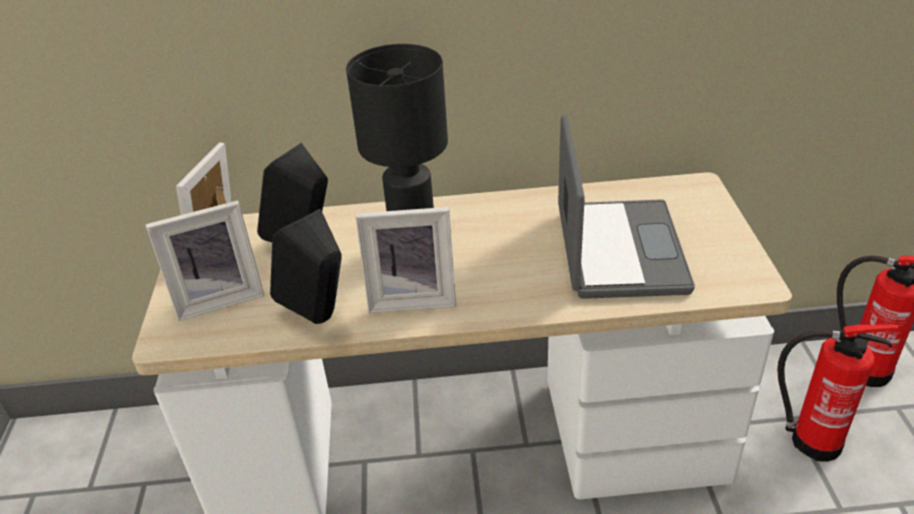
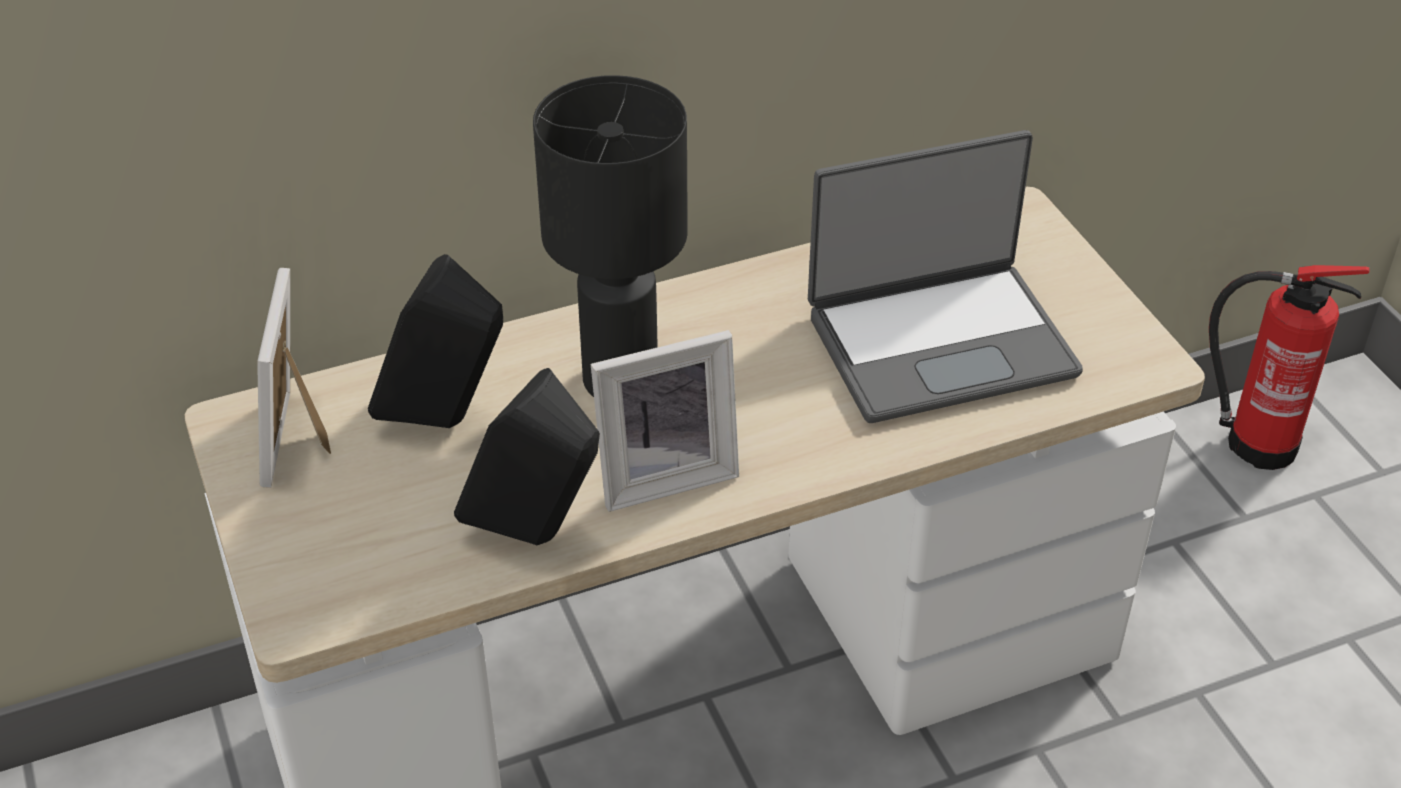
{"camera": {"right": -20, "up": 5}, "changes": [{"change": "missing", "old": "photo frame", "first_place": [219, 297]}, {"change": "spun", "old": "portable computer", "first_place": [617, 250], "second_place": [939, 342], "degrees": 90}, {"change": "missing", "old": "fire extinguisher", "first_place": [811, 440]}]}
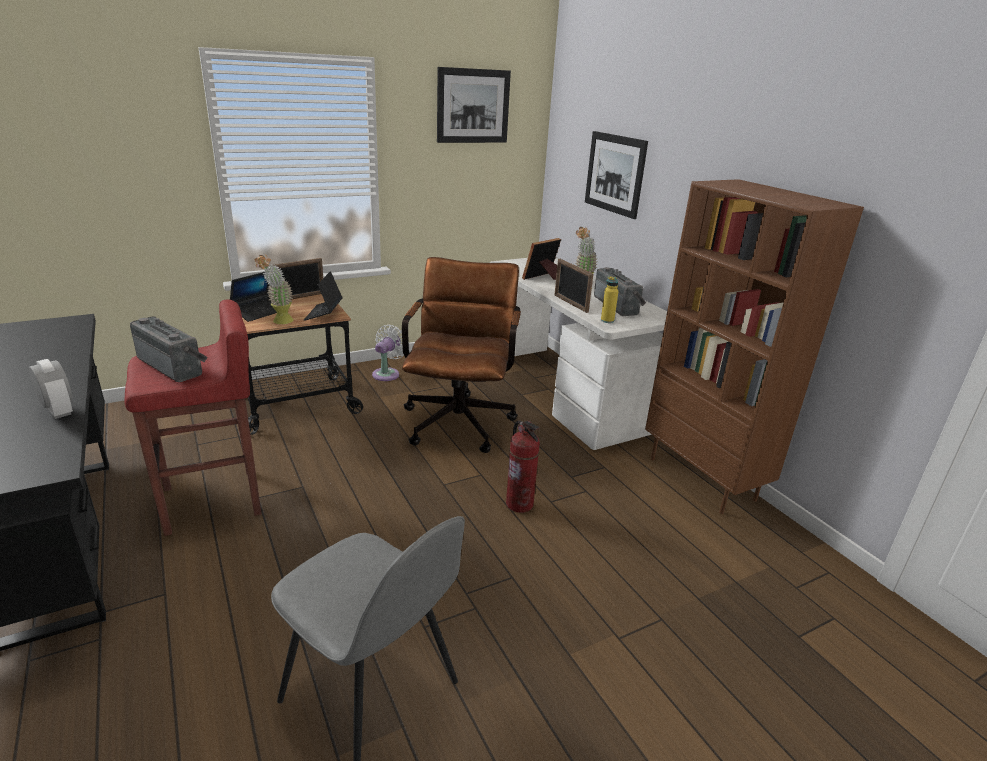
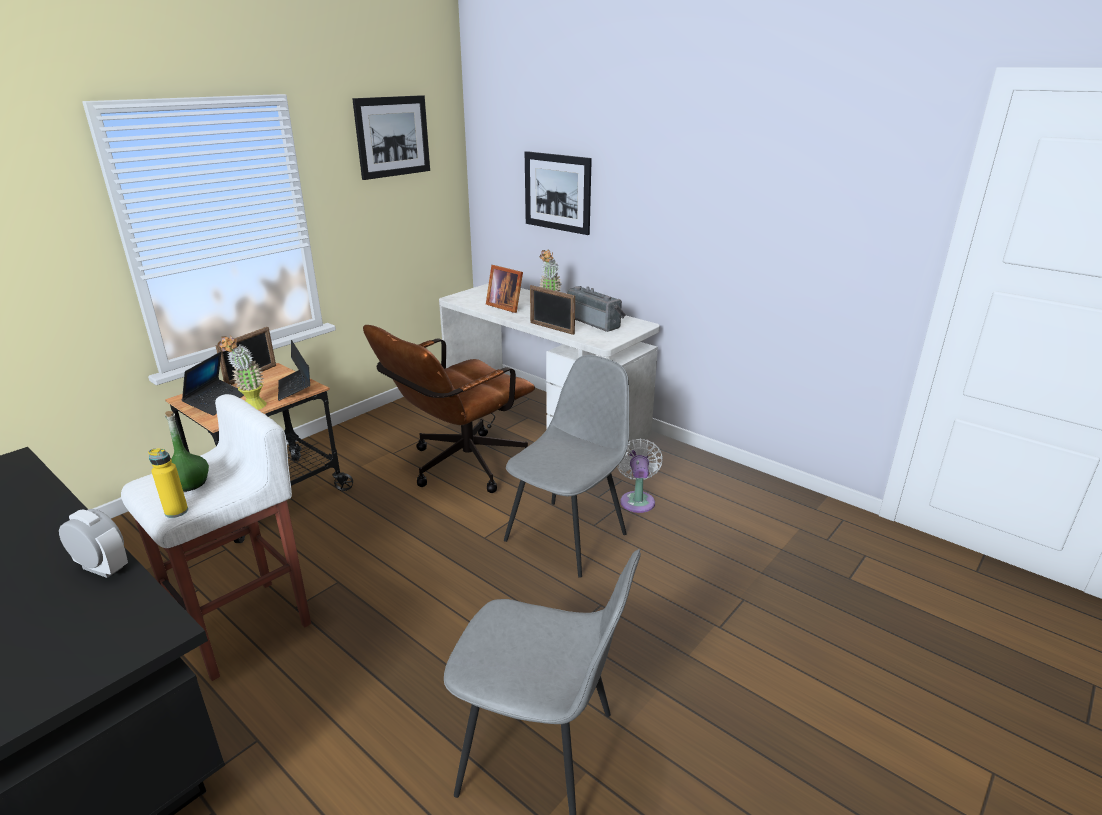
{"camera": {"right": -20, "up": 0}, "changes": [{"change": "colour", "old": "reddish stool", "new": "white-coloured stool", "first_place": [214, 501], "second_place": [246, 627]}, {"change": "exchanged", "old": "radio receiver", "new": "green bottle", "first_place": [174, 365], "second_place": [189, 483]}, {"change": "relocated", "old": "white-coloured cooling fan", "first_place": [387, 373], "second_place": [637, 500]}, {"change": "spun", "old": "brown-coloured computer chair", "first_place": [460, 418], "second_place": [459, 467], "degrees": -120}, {"change": "exchanged", "old": "fire extinguisher", "new": "grey plain chair", "first_place": [520, 504], "second_place": [567, 536]}, {"change": "spun", "old": "photo frame", "first_place": [543, 277], "second_place": [505, 306], "degrees": -75}, {"change": "relocated", "old": "yellow bottle", "first_place": [607, 320], "second_place": [176, 511]}, {"change": "missing", "old": "brown-coloured shelving unit", "first_place": [703, 479]}]}
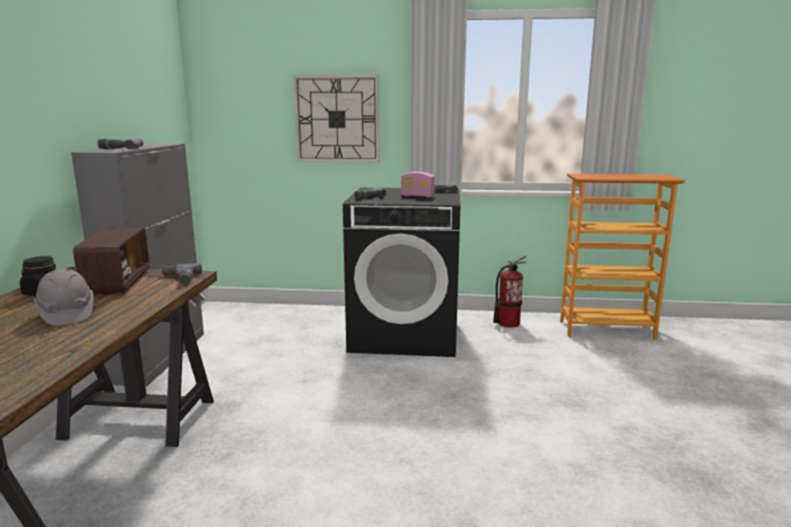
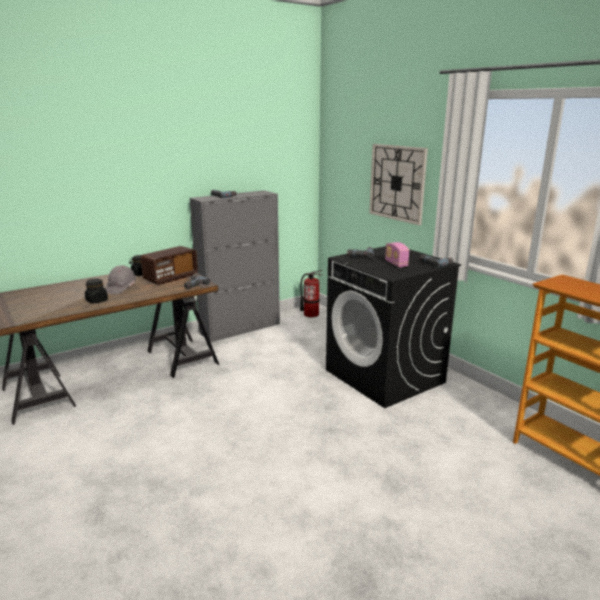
{"camera": {"right": 50, "up": 5}, "changes": [{"change": "relocated", "old": "fire extinguisher", "first_place": [508, 323], "second_place": [311, 314]}, {"change": "appeared", "new": "black-coloured jar", "second_place": [97, 301]}]}
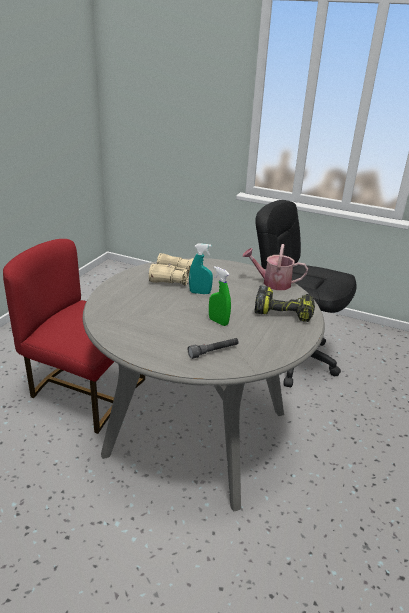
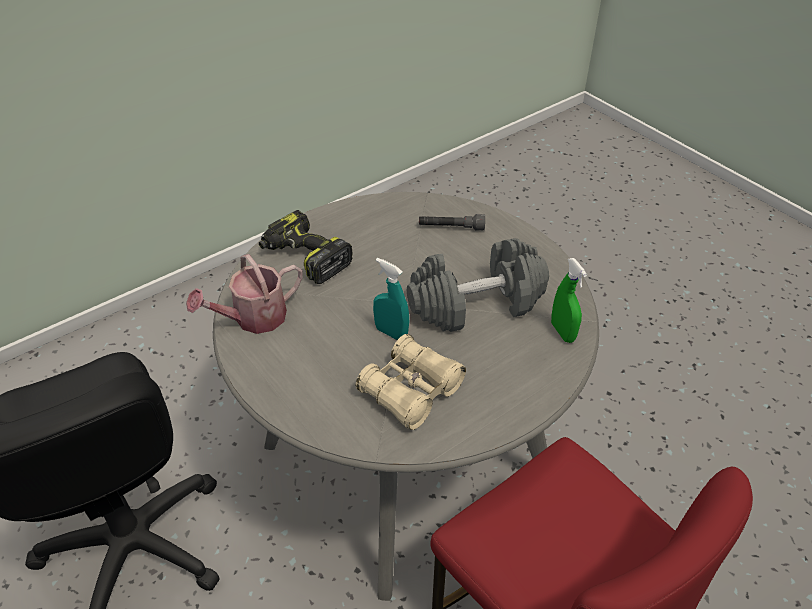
{"camera": {"right": -150, "up": 15}, "changes": [{"change": "relocated", "old": "green sprayer", "first_place": [218, 322], "second_place": [562, 332]}, {"change": "spun", "old": "watering can", "first_place": [272, 283], "second_place": [253, 318], "degrees": 105}, {"change": "appeared", "new": "grey dumbbell", "second_place": [476, 304]}]}
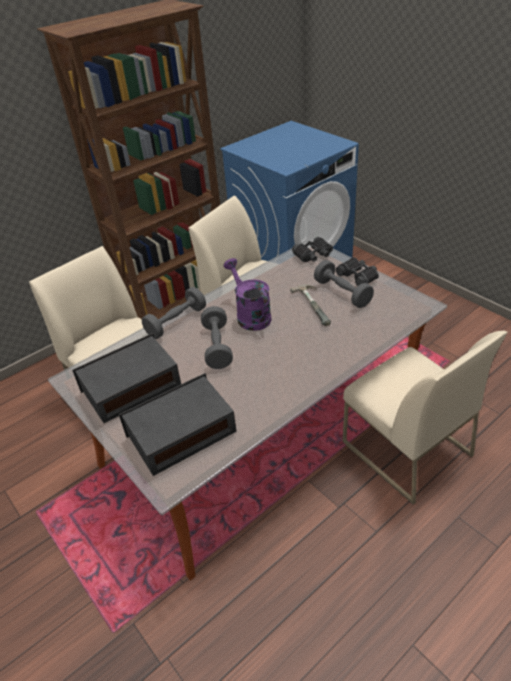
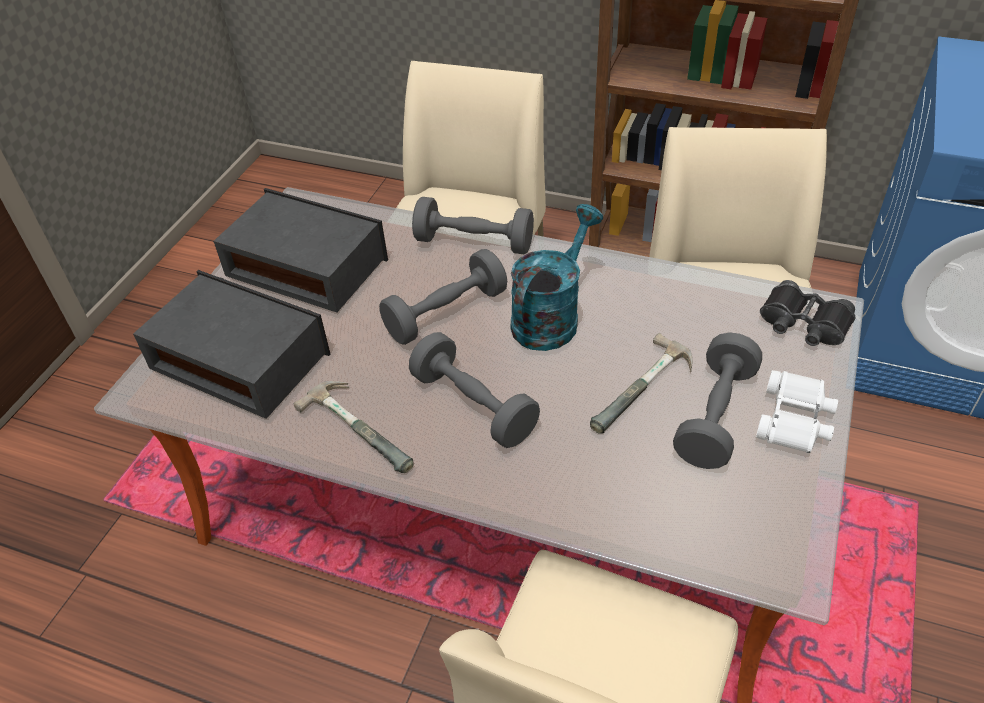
{"camera": {"right": 60, "up": 5}, "changes": [{"change": "colour", "old": "purple-coloured watering can", "new": "turquoise watering can", "first_place": [250, 315], "second_place": [551, 316]}, {"change": "colour", "old": "black-coloured field glasses", "new": "white-coloured field glasses", "first_place": [358, 276], "second_place": [795, 420]}, {"change": "appeared", "new": "hammer", "second_place": [364, 426]}, {"change": "appeared", "new": "grey dumbbell", "second_place": [474, 405]}]}
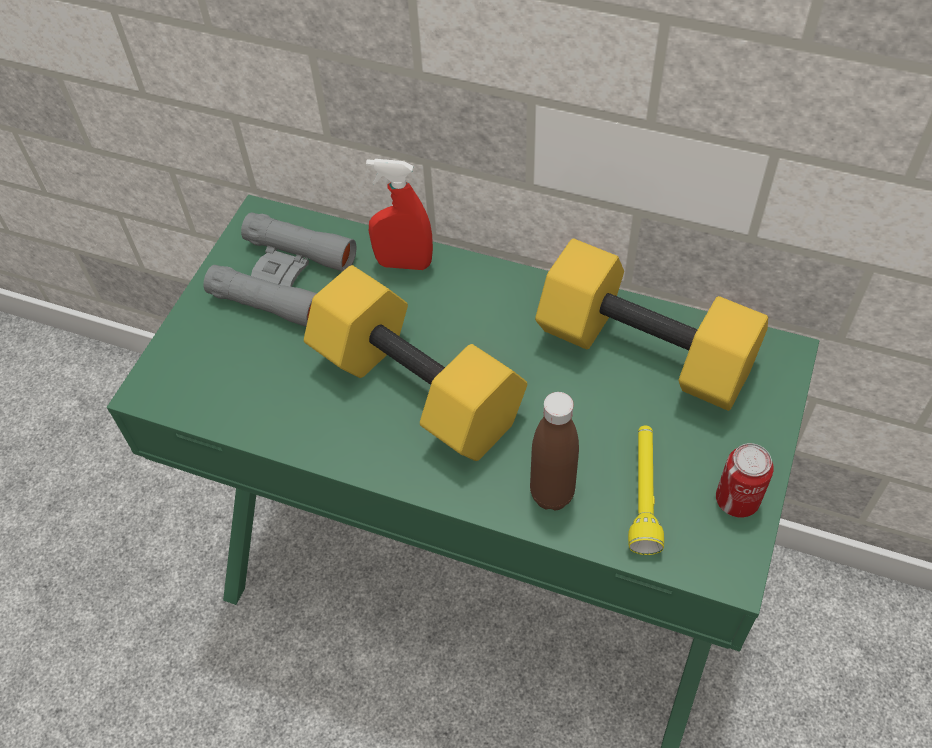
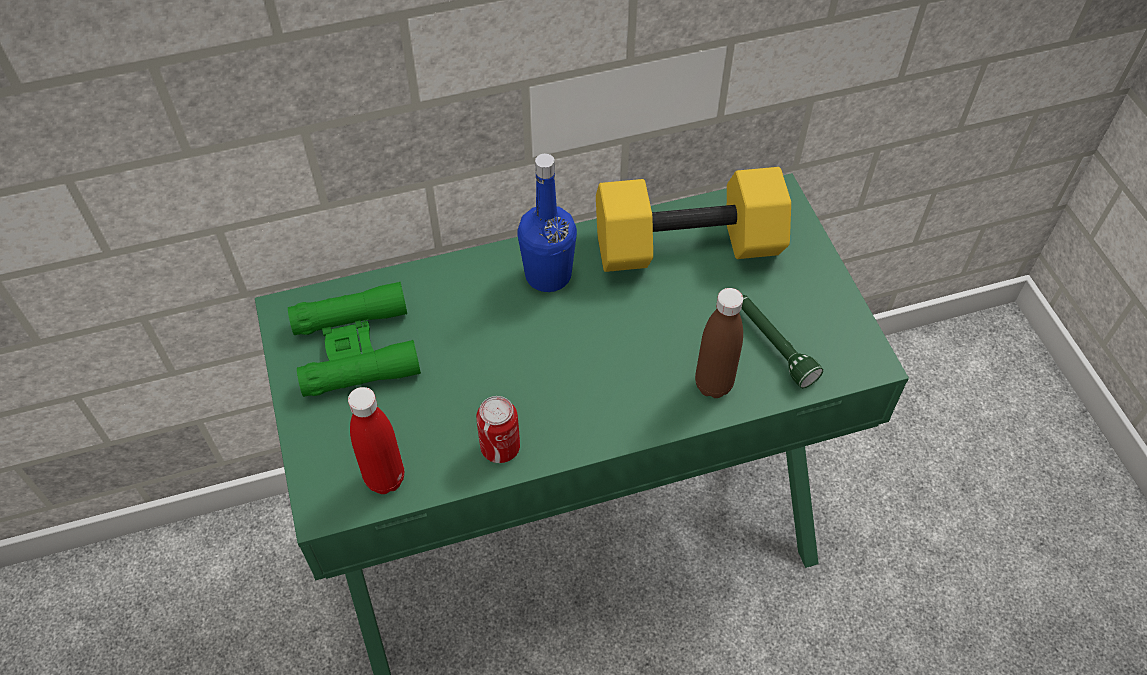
{"camera": {"right": -40, "up": 0}, "changes": [{"change": "colour", "old": "grey field glasses", "new": "green field glasses", "first_place": [283, 278], "second_place": [356, 348]}, {"change": "missing", "old": "yellow dumbbell", "first_place": [413, 389]}, {"change": "missing", "old": "reddish sprayer", "first_place": [404, 263]}, {"change": "colour", "old": "yellow hand torch", "new": "green hand torch", "first_place": [644, 494], "second_place": [773, 345]}, {"change": "relocated", "old": "metal can", "first_place": [737, 500], "second_place": [500, 447]}, {"change": "appeared", "new": "reddish bottle", "second_place": [385, 478]}, {"change": "appeared", "new": "blue bottle", "second_place": [548, 275]}]}
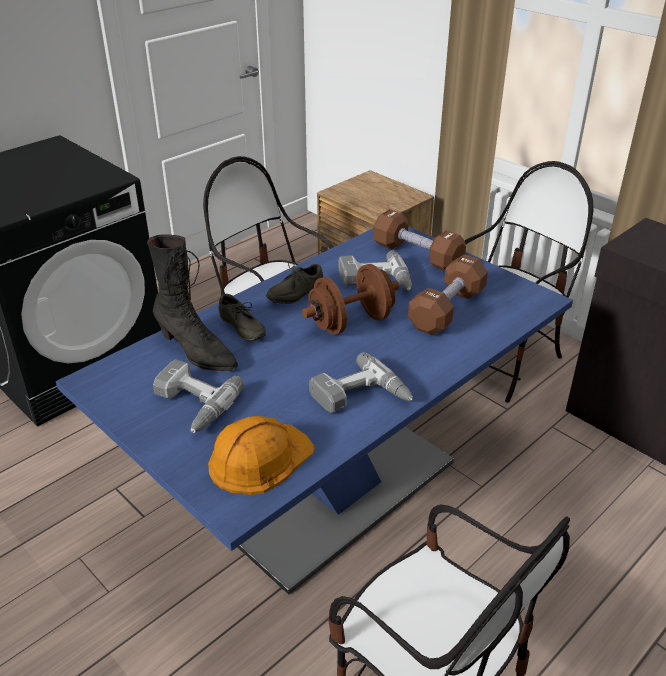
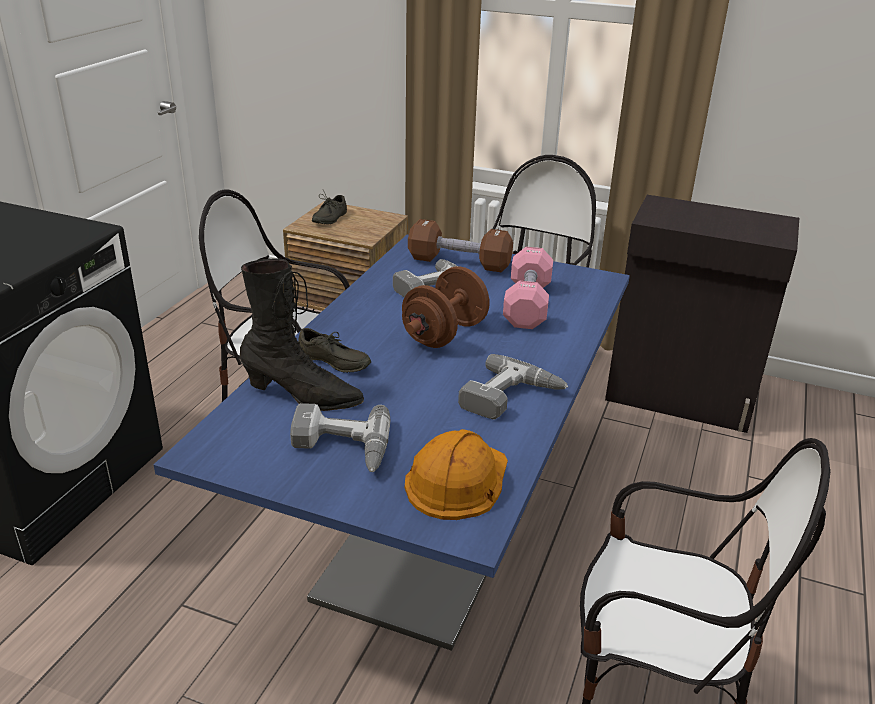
{"camera": {"right": -25, "up": -5}, "changes": [{"change": "relocated", "old": "grey low shoe", "first_place": [294, 293], "second_place": [328, 218]}, {"change": "colour", "old": "brown-coloured dumbbell", "new": "pinkish dumbbell", "first_place": [447, 310], "second_place": [527, 304]}]}
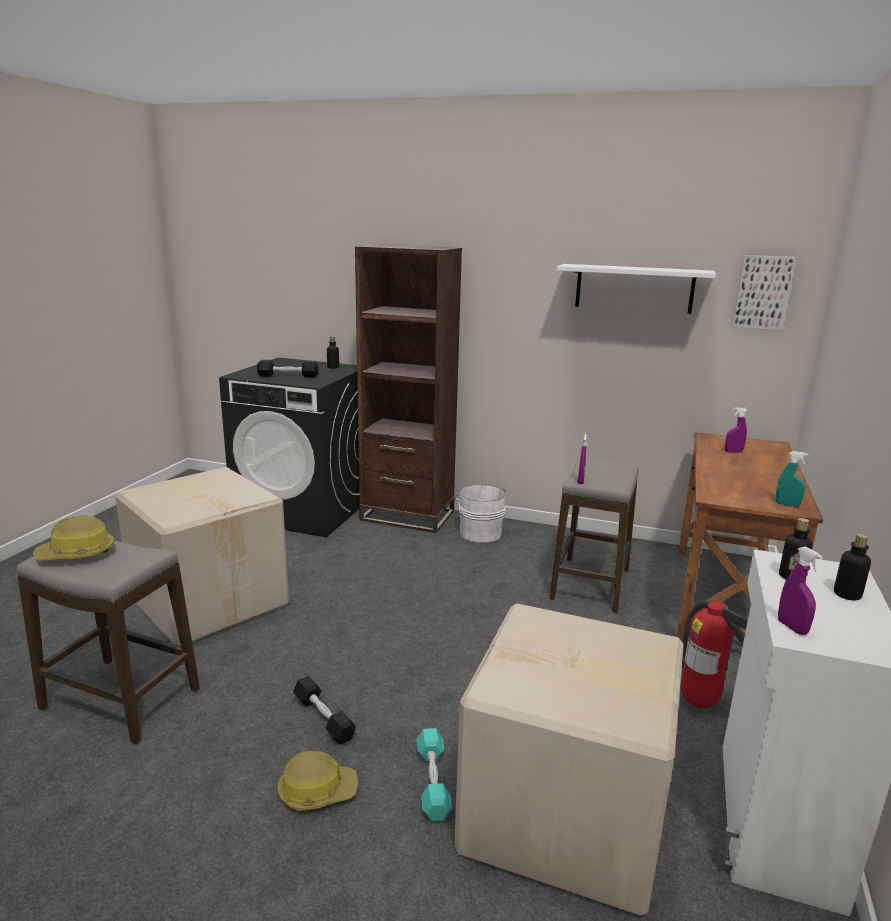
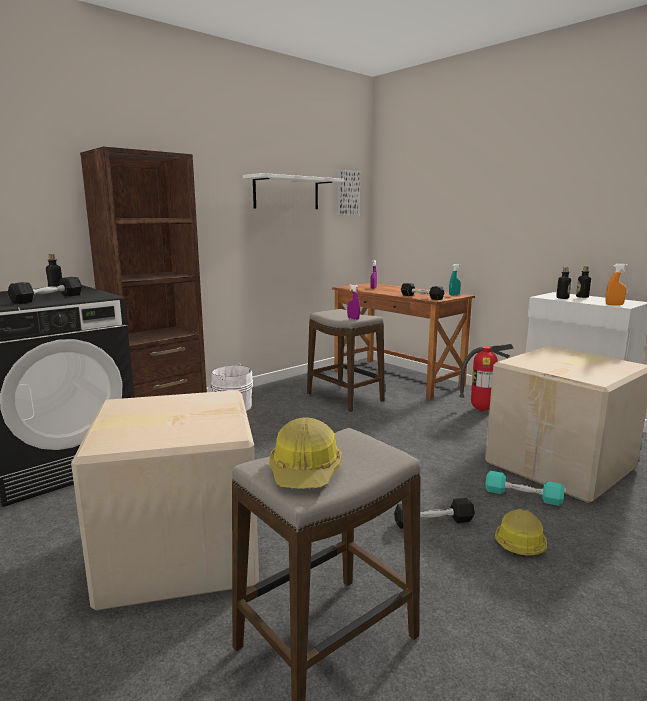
{"camera": {"right": -60, "up": -5}, "changes": [{"change": "colour", "old": "purple-coloured sprayer", "new": "orange-coloured sprayer", "first_place": [792, 627], "second_place": [614, 305]}, {"change": "appeared", "new": "black-coloured dumbbell", "second_place": [421, 297]}]}
